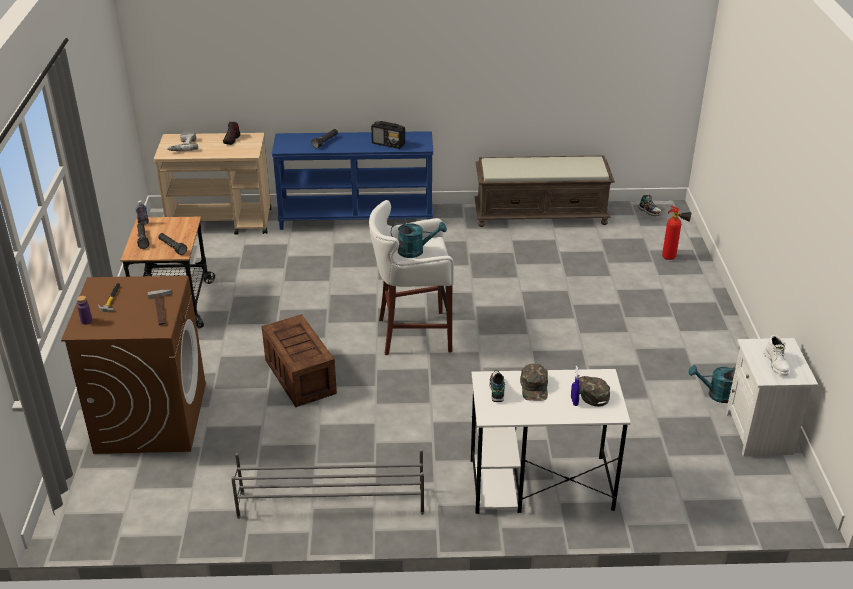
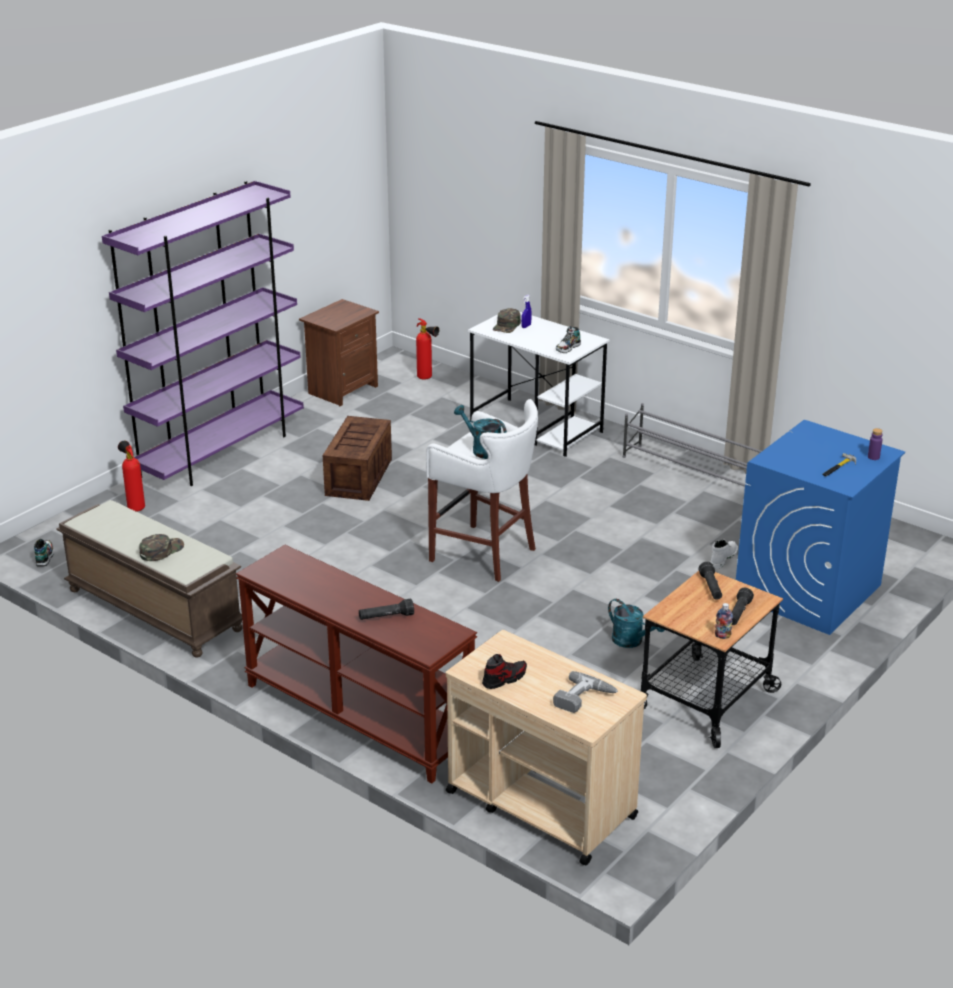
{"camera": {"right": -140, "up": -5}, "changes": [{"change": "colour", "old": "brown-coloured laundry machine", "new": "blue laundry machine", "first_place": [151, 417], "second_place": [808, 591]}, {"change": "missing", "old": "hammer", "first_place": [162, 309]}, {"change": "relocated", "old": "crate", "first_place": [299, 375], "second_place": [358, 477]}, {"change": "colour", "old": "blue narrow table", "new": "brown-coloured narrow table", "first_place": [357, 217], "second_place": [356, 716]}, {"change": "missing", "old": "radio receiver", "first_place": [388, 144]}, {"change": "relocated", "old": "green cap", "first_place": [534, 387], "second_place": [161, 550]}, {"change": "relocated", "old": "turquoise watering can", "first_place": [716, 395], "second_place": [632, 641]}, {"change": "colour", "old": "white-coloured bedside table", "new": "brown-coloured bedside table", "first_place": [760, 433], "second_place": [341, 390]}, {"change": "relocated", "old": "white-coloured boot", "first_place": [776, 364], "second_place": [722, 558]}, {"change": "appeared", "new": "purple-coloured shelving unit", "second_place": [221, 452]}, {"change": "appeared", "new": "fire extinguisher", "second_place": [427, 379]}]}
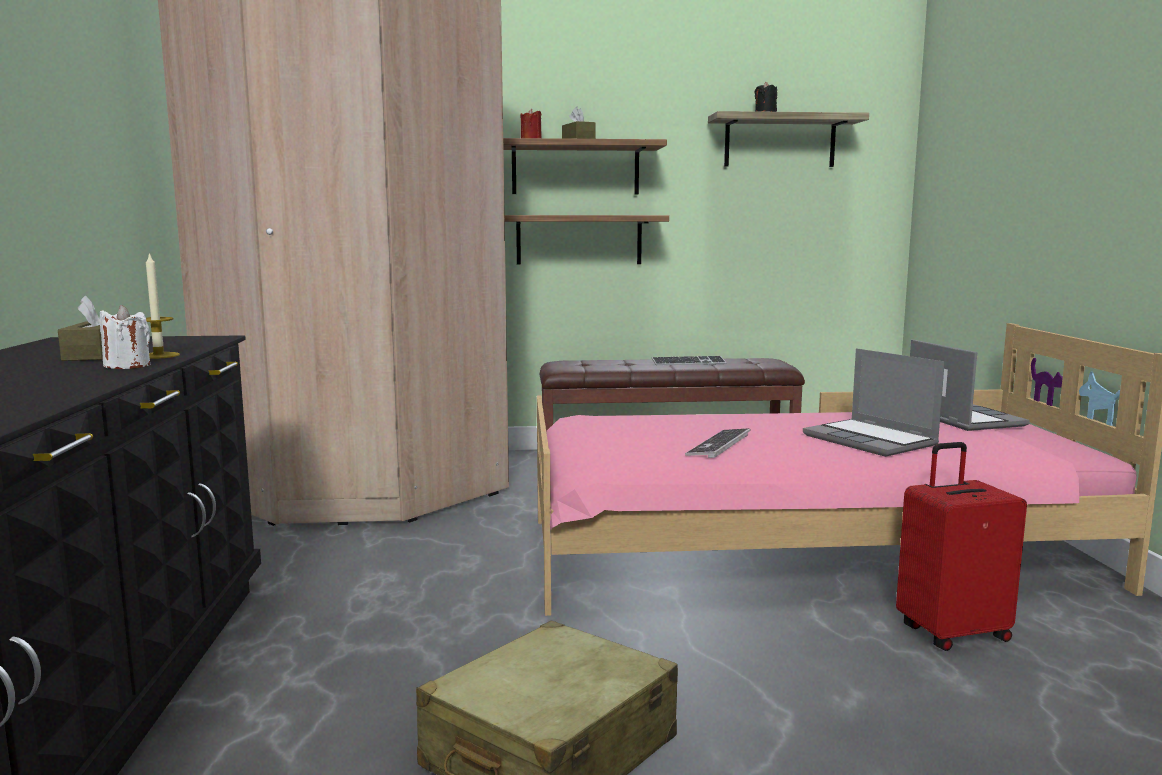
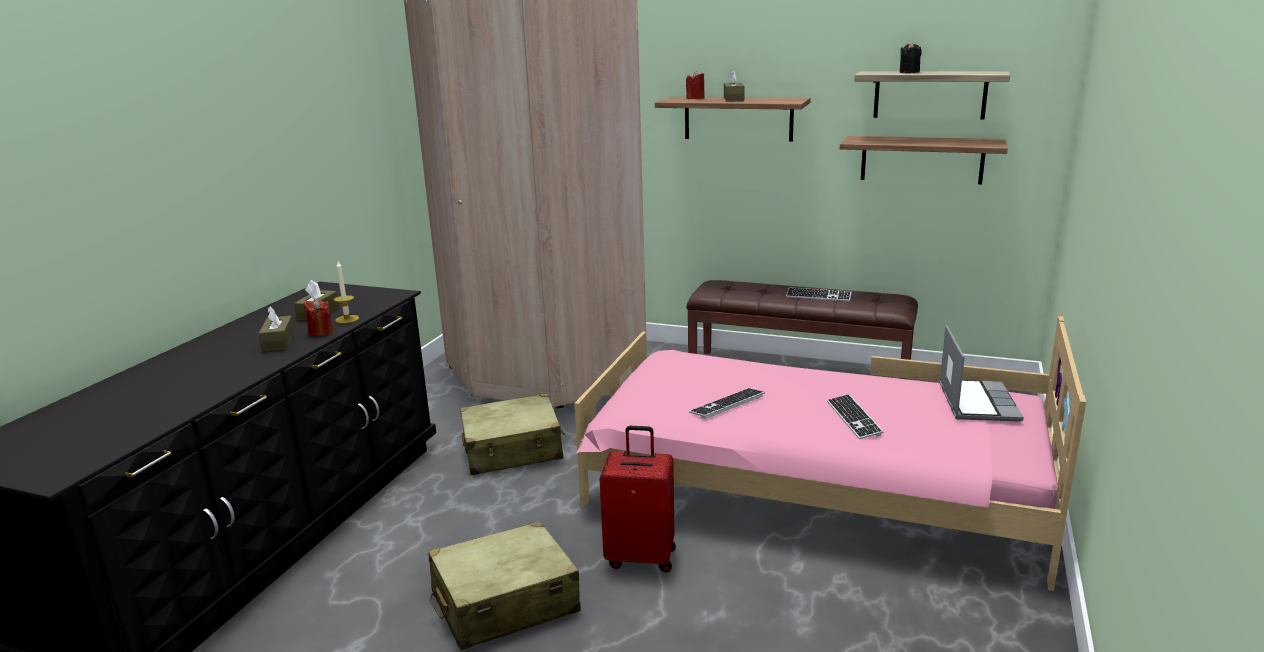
{"camera": {"right": 25, "up": 10}, "changes": [{"change": "colour", "old": "white-coloured candle", "new": "reddish candle", "first_place": [127, 366], "second_place": [320, 332]}, {"change": "relocated", "old": "bracket shelf", "first_place": [579, 240], "second_place": [921, 159]}, {"change": "exchanged", "old": "portable computer", "new": "keyboard", "first_place": [871, 440], "second_place": [853, 418]}, {"change": "relocated", "old": "reddish piece of luggage", "first_place": [951, 632], "second_place": [641, 556]}, {"change": "appeared", "new": "brown-coloured box of tissues", "second_place": [278, 342]}, {"change": "appeared", "new": "beige-coloured piece of luggage", "second_place": [513, 450]}]}
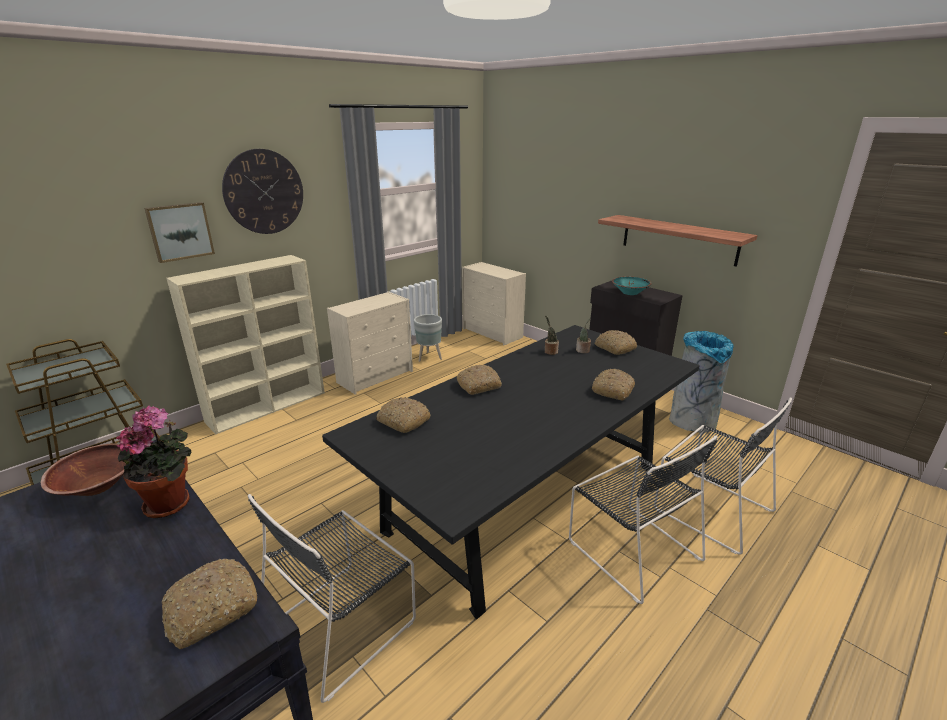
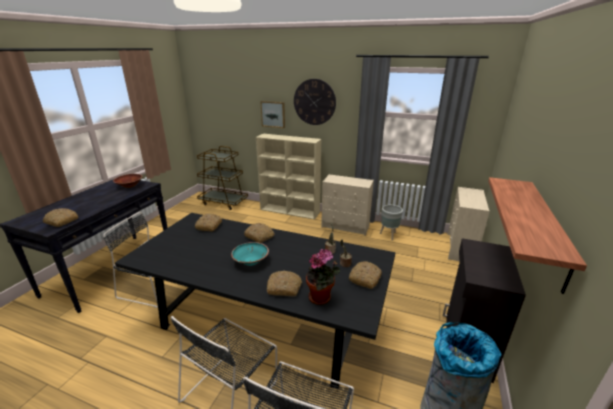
{"camera": {"right": 65, "up": 0}, "changes": [{"change": "relocated", "old": "houseplant", "first_place": [171, 502], "second_place": [321, 298]}, {"change": "relocated", "old": "turquoise bowl", "first_place": [630, 293], "second_place": [251, 261]}]}
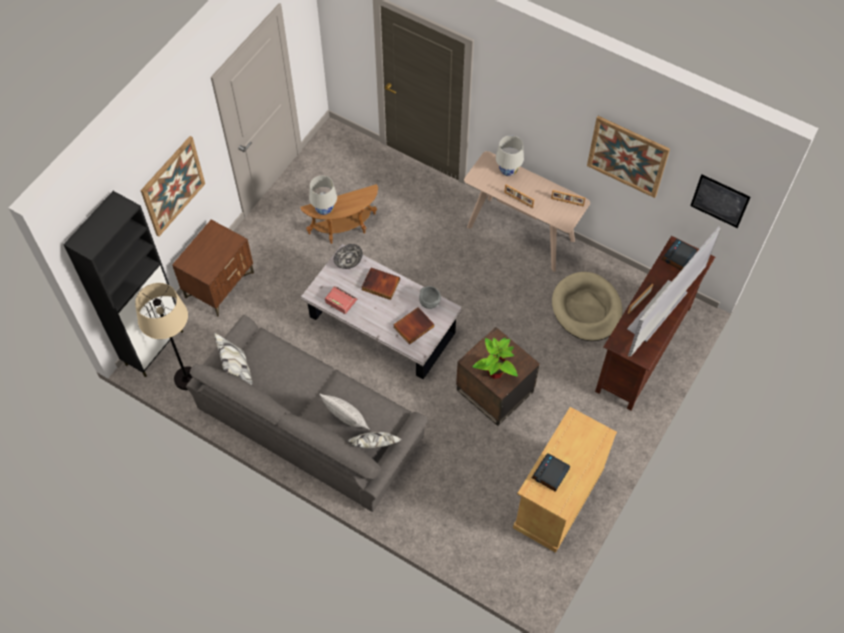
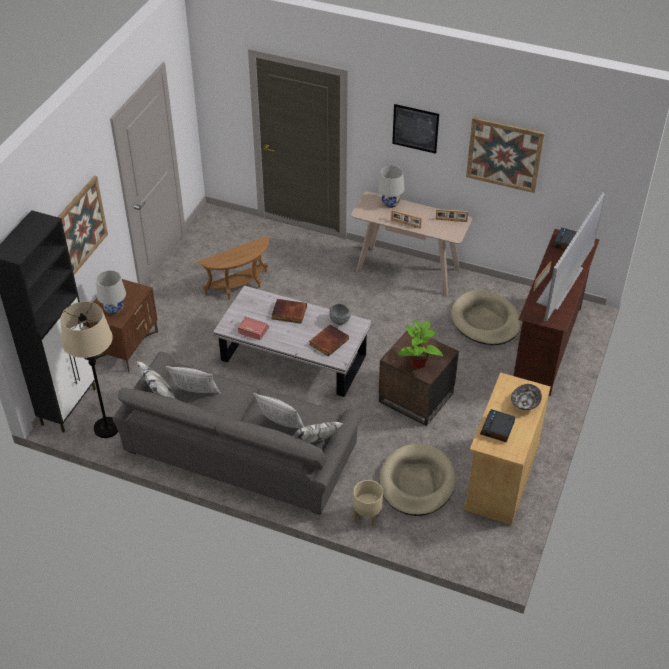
{"camera": {"right": -10, "up": -15}, "changes": [{"change": "relocated", "old": "white-coloured table lamp", "first_place": [324, 209], "second_place": [114, 309]}, {"change": "relocated", "old": "bowl", "first_place": [348, 261], "second_place": [524, 403]}, {"change": "relocated", "old": "wall art", "first_place": [720, 201], "second_place": [415, 128]}, {"change": "appeared", "new": "throw pillow", "second_place": [195, 394]}, {"change": "appeared", "new": "beige-coloured flower pot", "second_place": [367, 515]}, {"change": "appeared", "new": "beige-coloured pet bed", "second_place": [416, 482]}]}
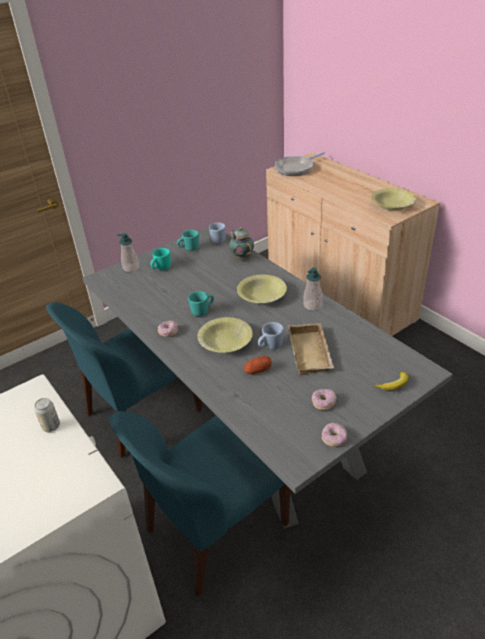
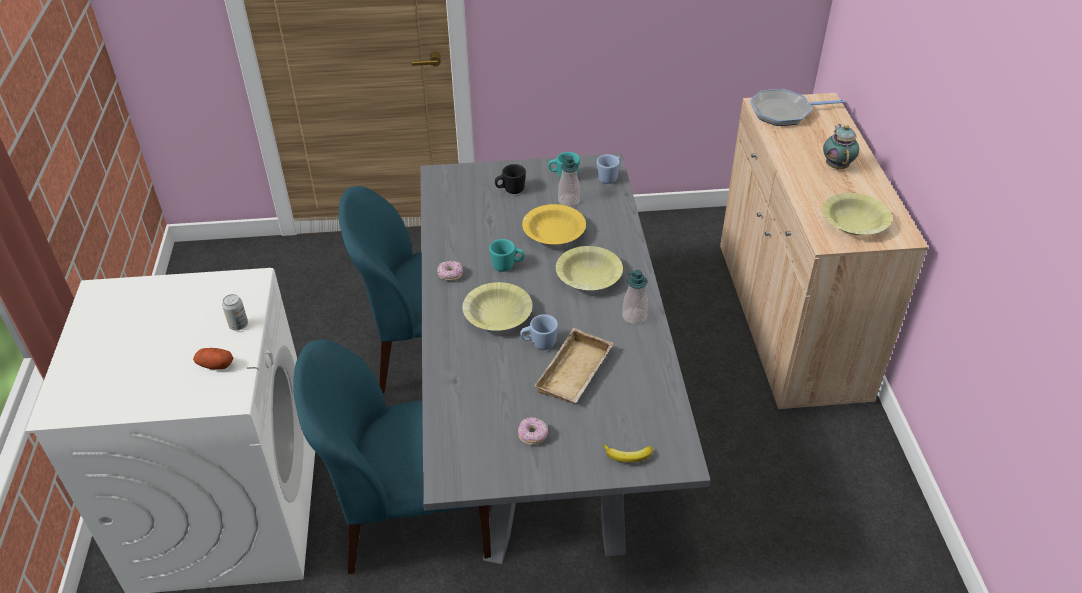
{"camera": {"right": 30, "up": 5}, "changes": [{"change": "relocated", "old": "soap bottle", "first_place": [131, 268], "second_place": [568, 201]}, {"change": "colour", "old": "turquoise coffee mug", "new": "black-coloured coffee mug", "first_place": [161, 268], "second_place": [510, 190]}, {"change": "relocated", "old": "tea pot", "first_place": [241, 257], "second_place": [836, 165]}, {"change": "relocated", "old": "potato", "first_place": [257, 370], "second_place": [215, 365]}, {"change": "missing", "old": "ring doughnut", "first_place": [334, 439]}, {"change": "appeared", "new": "yellow bowl", "second_place": [554, 233]}]}
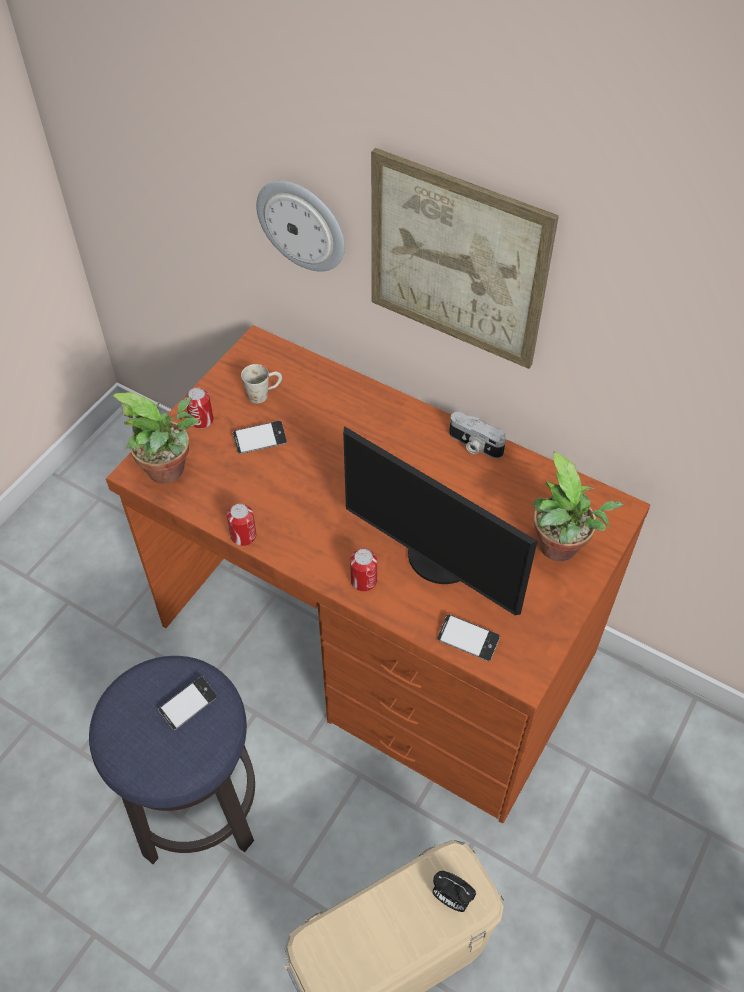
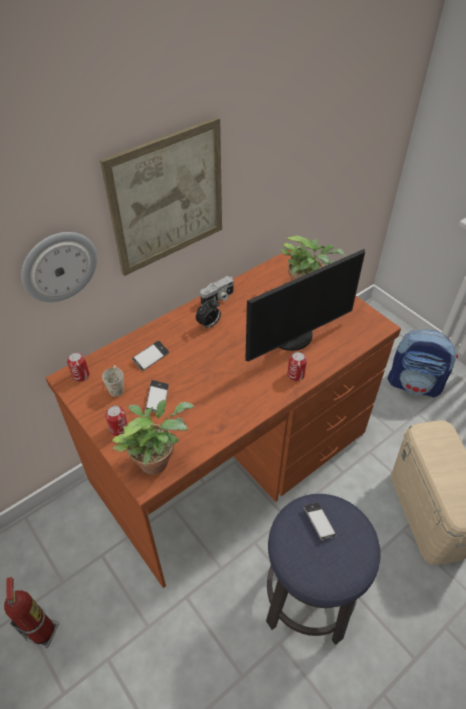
{"camera": {"right": -70, "up": -5}, "changes": [{"change": "relocated", "old": "metal can", "first_place": [243, 536], "second_place": [81, 375]}, {"change": "relocated", "old": "table clock", "first_place": [451, 898], "second_place": [209, 324]}, {"change": "relocated", "old": "handset", "first_place": [468, 640], "second_place": [151, 357]}, {"change": "appeared", "new": "fire extinguisher", "second_place": [43, 631]}, {"change": "appeared", "new": "rucksack", "second_place": [414, 384]}]}
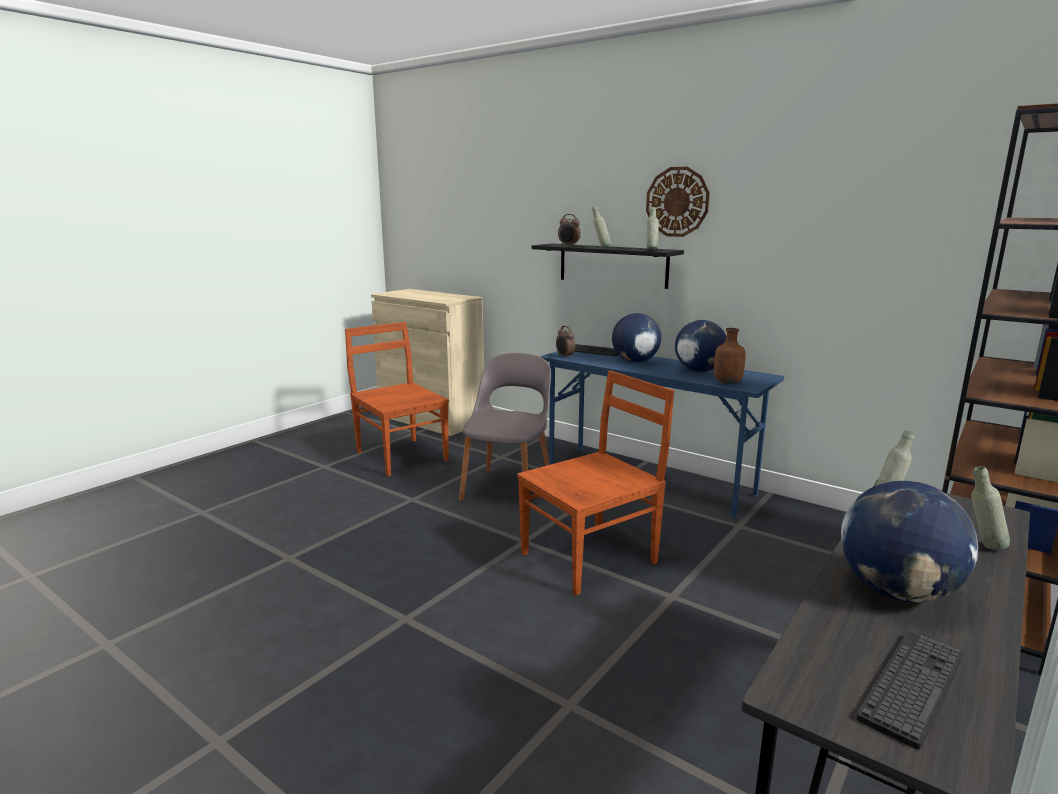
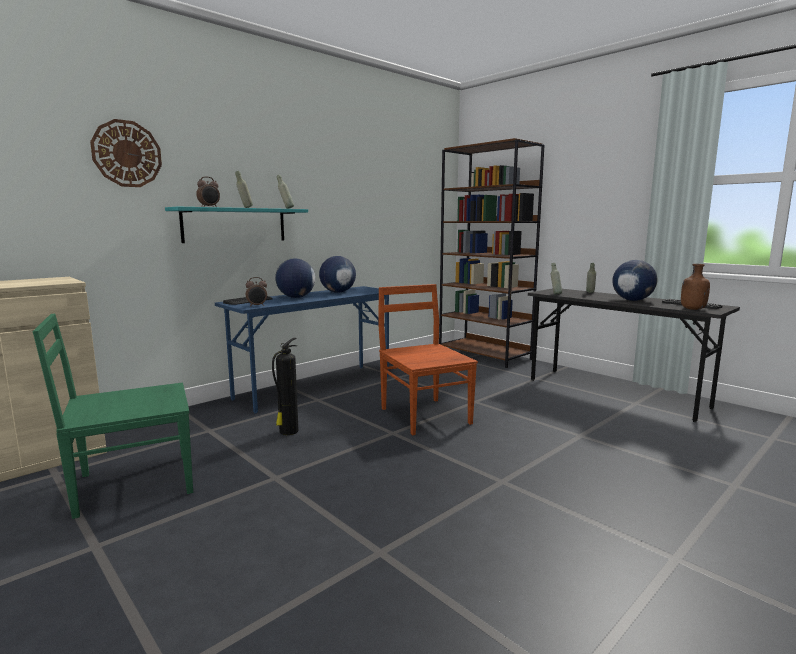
{"camera": {"right": -80, "up": -5}, "changes": [{"change": "colour", "old": "brown-coloured plain chair", "new": "green plain chair", "first_place": [401, 455], "second_place": [132, 484]}, {"change": "exchanged", "old": "grey plain chair", "new": "fire extinguisher", "first_place": [508, 488], "second_place": [288, 432]}, {"change": "colour", "old": "black-coloured bracket shelf", "new": "turquoise bracket shelf", "first_place": [612, 265], "second_place": [235, 225]}, {"change": "relocated", "old": "hanging clock", "first_place": [677, 202], "second_place": [127, 154]}, {"change": "relocated", "old": "brown-coloured bottle", "first_place": [727, 382], "second_place": [692, 309]}]}
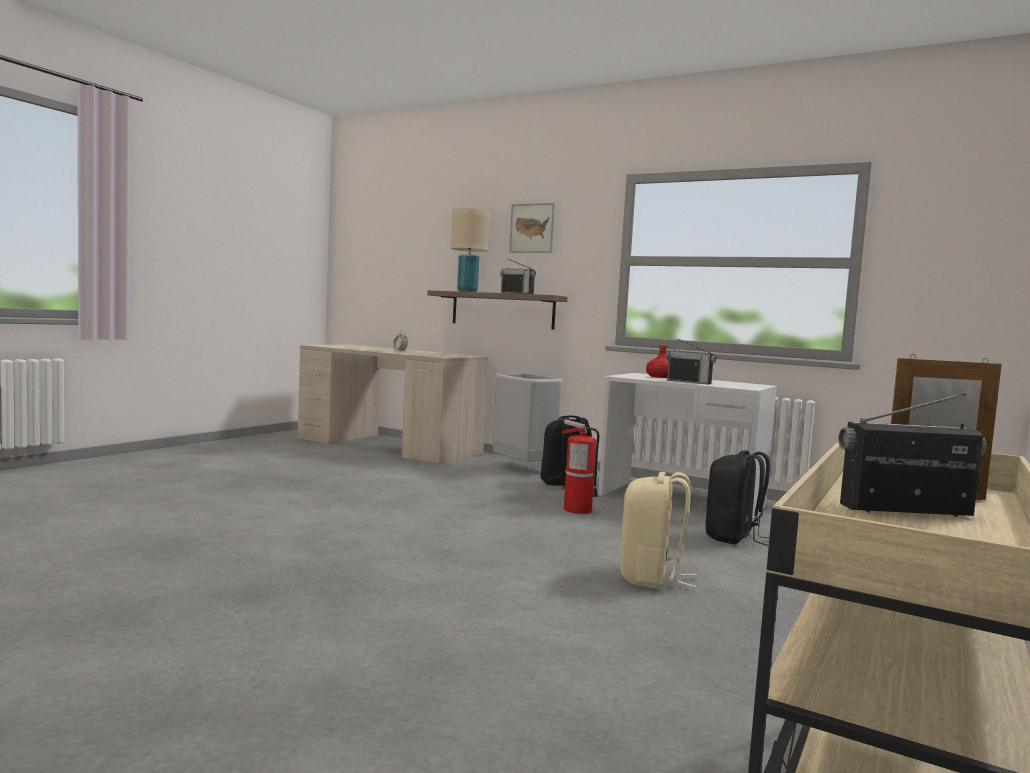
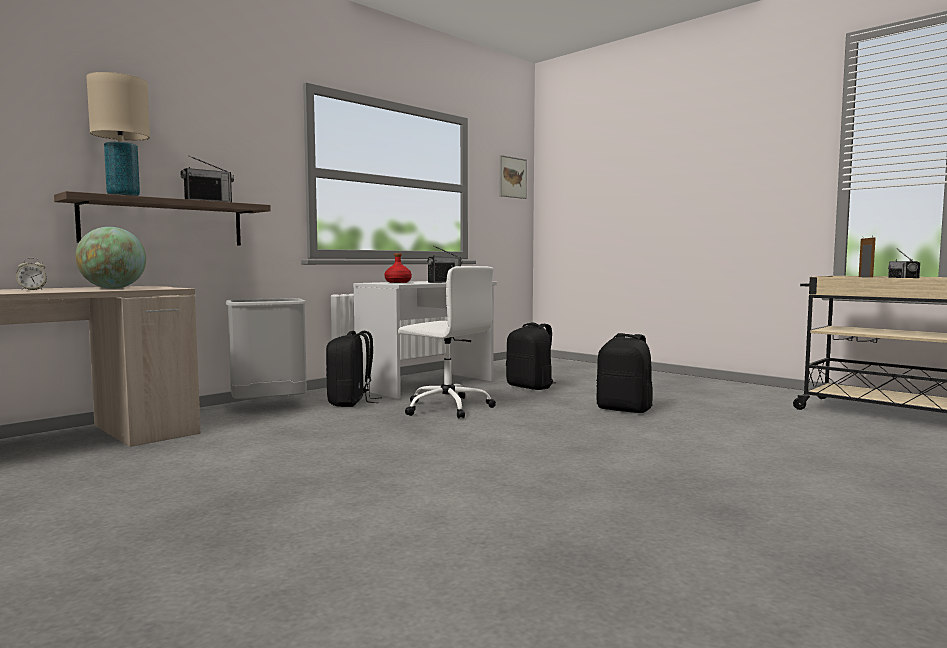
{"camera": {"right": -75, "up": 0}, "changes": [{"change": "relocated", "old": "wall art", "first_place": [532, 228], "second_place": [512, 177]}, {"change": "exchanged", "old": "fire extinguisher", "new": "white-coloured computer chair", "first_place": [577, 510], "second_place": [446, 407]}, {"change": "colour", "old": "beige-coloured rucksack", "new": "black-coloured rucksack", "first_place": [651, 578], "second_place": [624, 409]}, {"change": "appeared", "new": "world globe", "second_place": [113, 288]}]}
